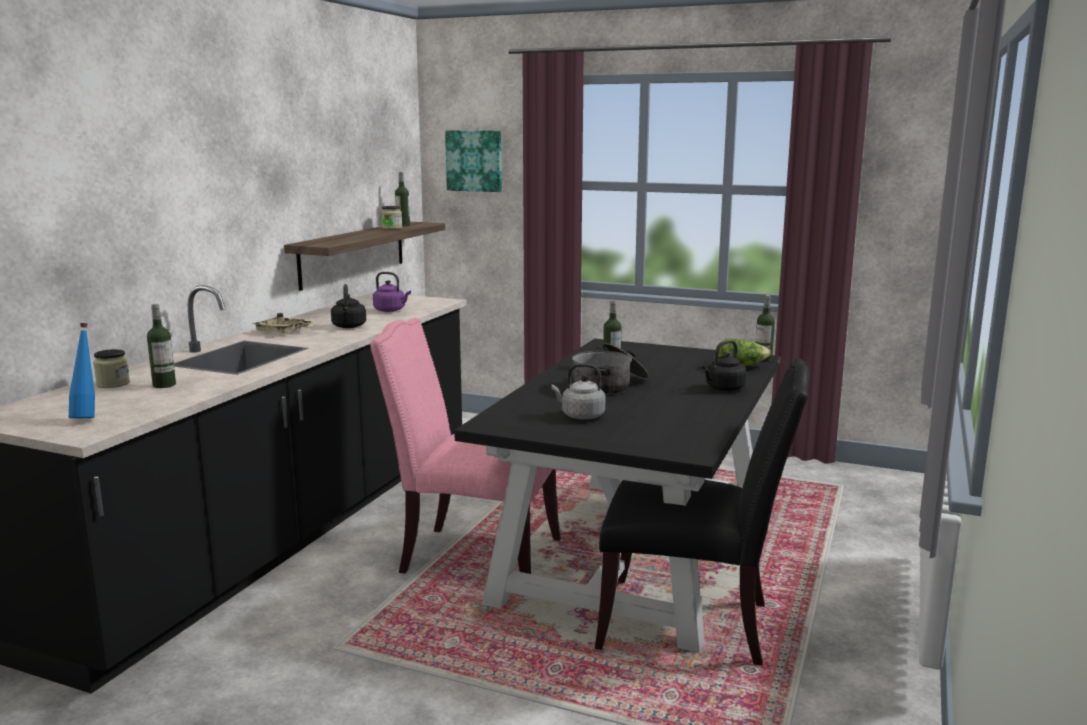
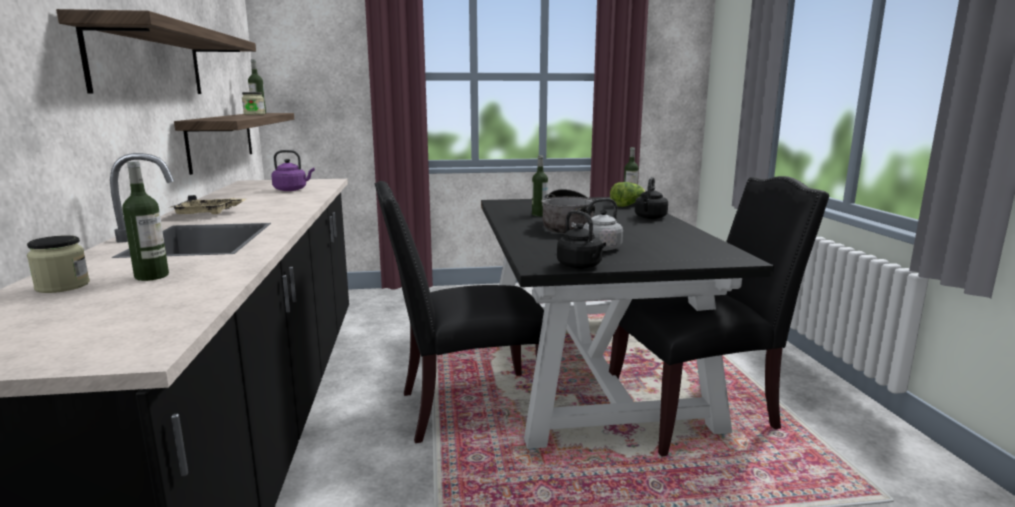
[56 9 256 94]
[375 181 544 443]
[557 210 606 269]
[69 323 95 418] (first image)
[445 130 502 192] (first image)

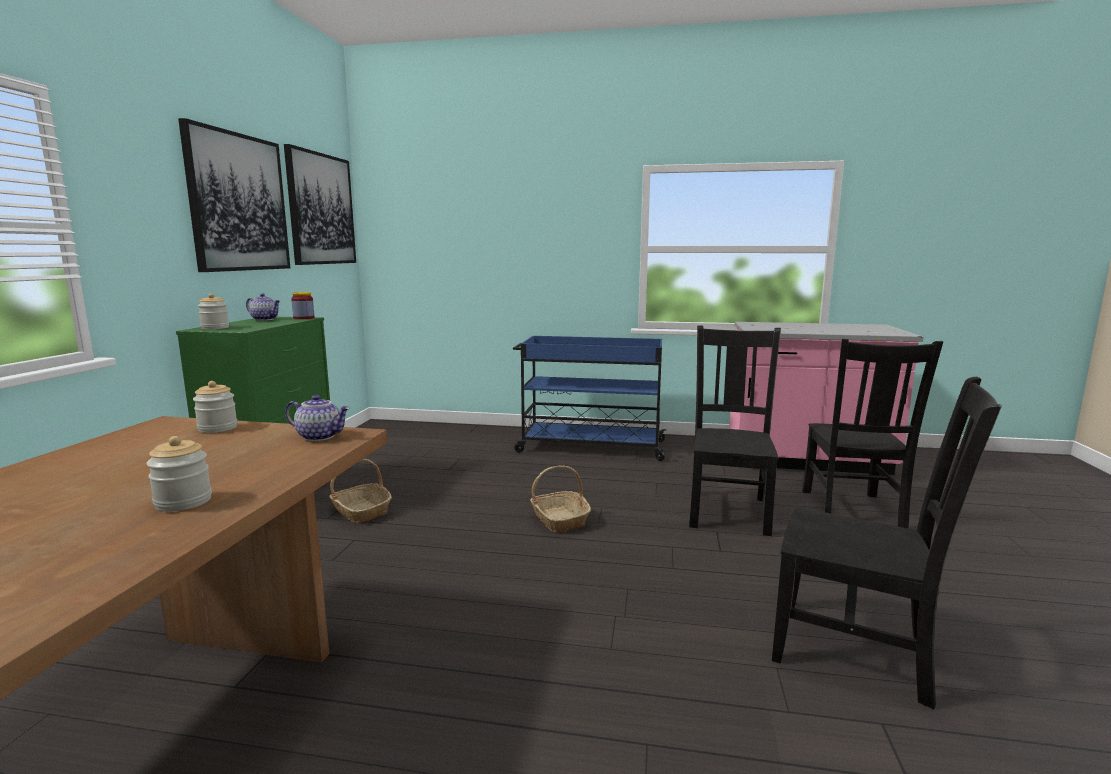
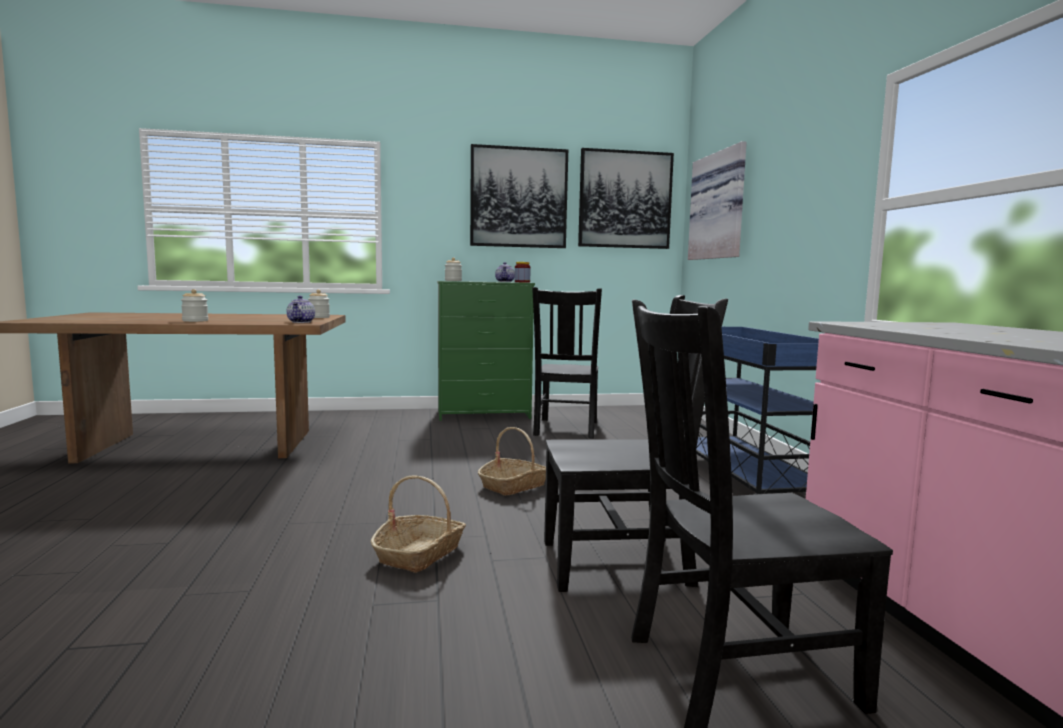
[370 475 466 573]
[532 287 602 439]
[688 141 747 260]

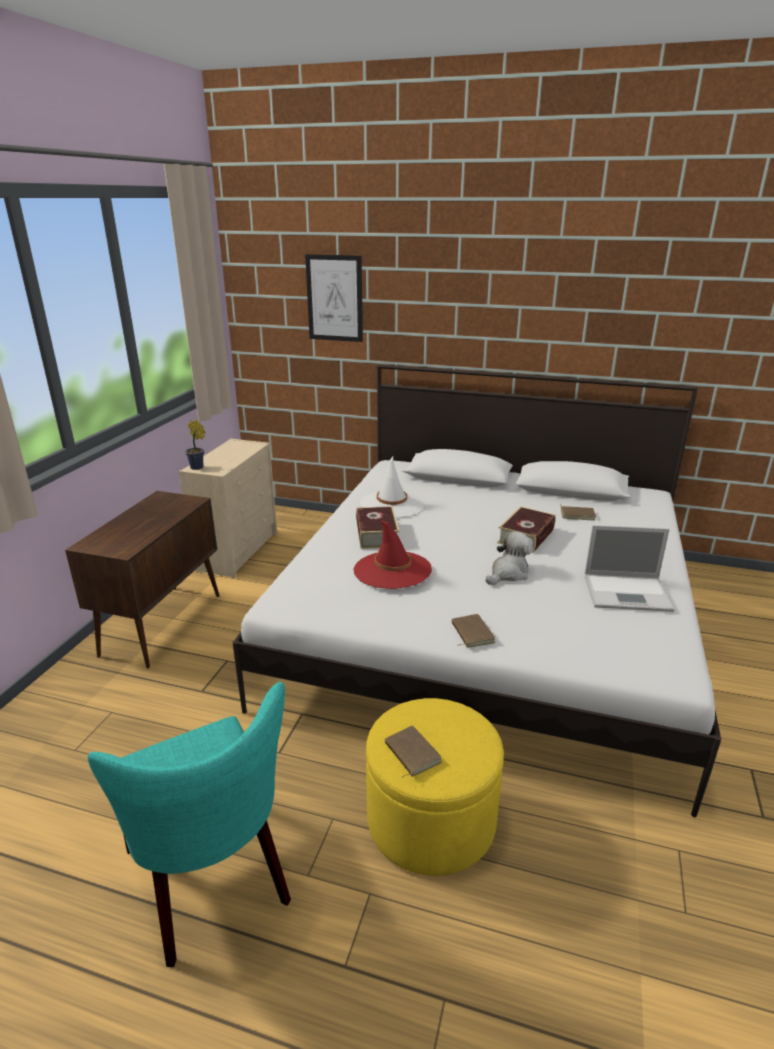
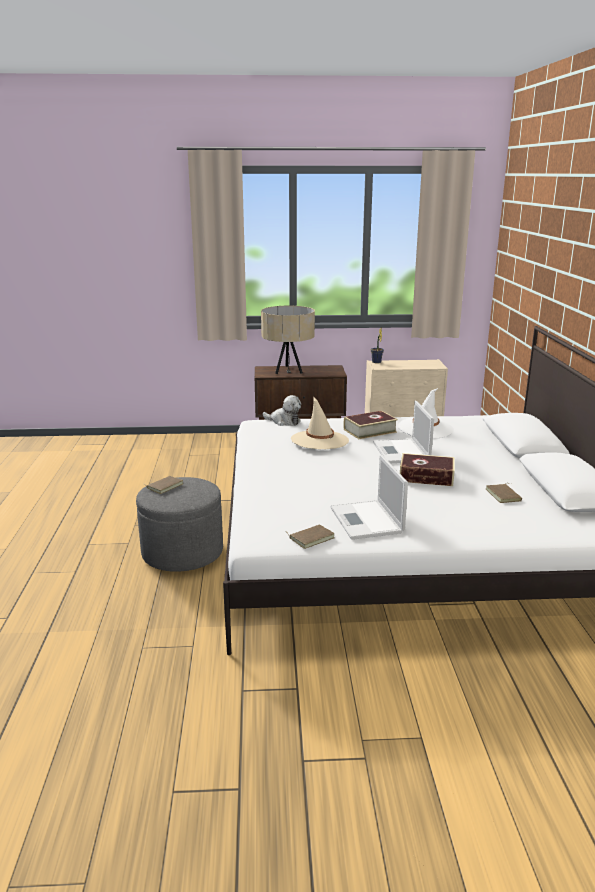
[136 477 223 572]
[261 306 315 374]
[263 395 301 426]
[287 524 335 549]
[291 396 349 449]
[373 401 434 463]
[88 682 291 967] (first image)
[305 254 363 342] (first image)

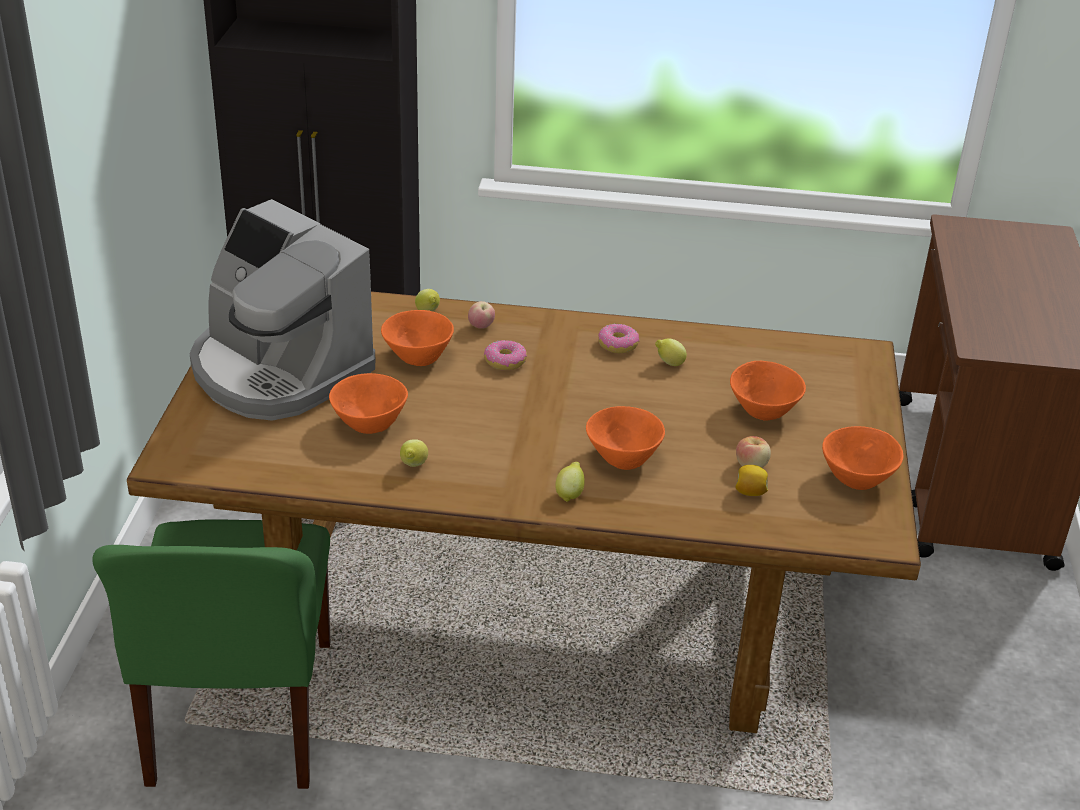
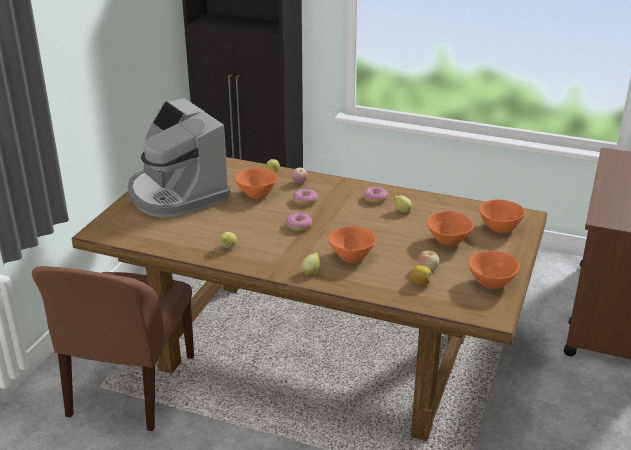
[32 266 194 431]
[286 213 313 231]
[479 200 526 233]

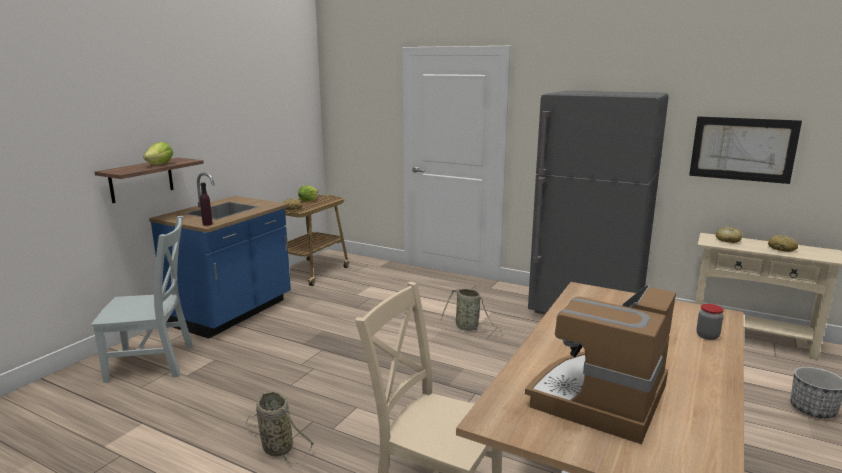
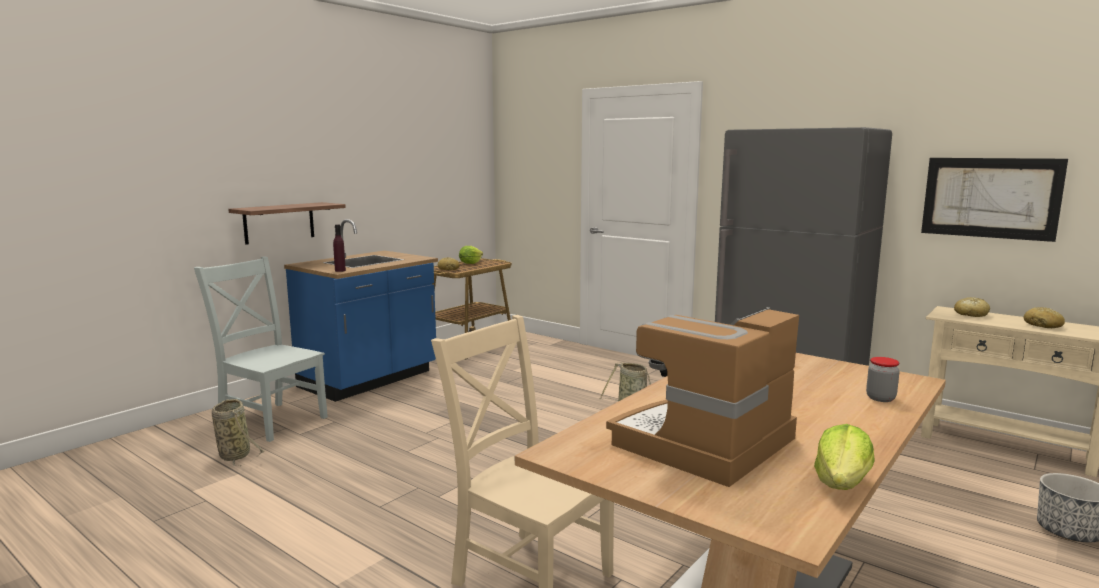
[194 256 328 442]
[212 399 264 466]
[814 424 875 490]

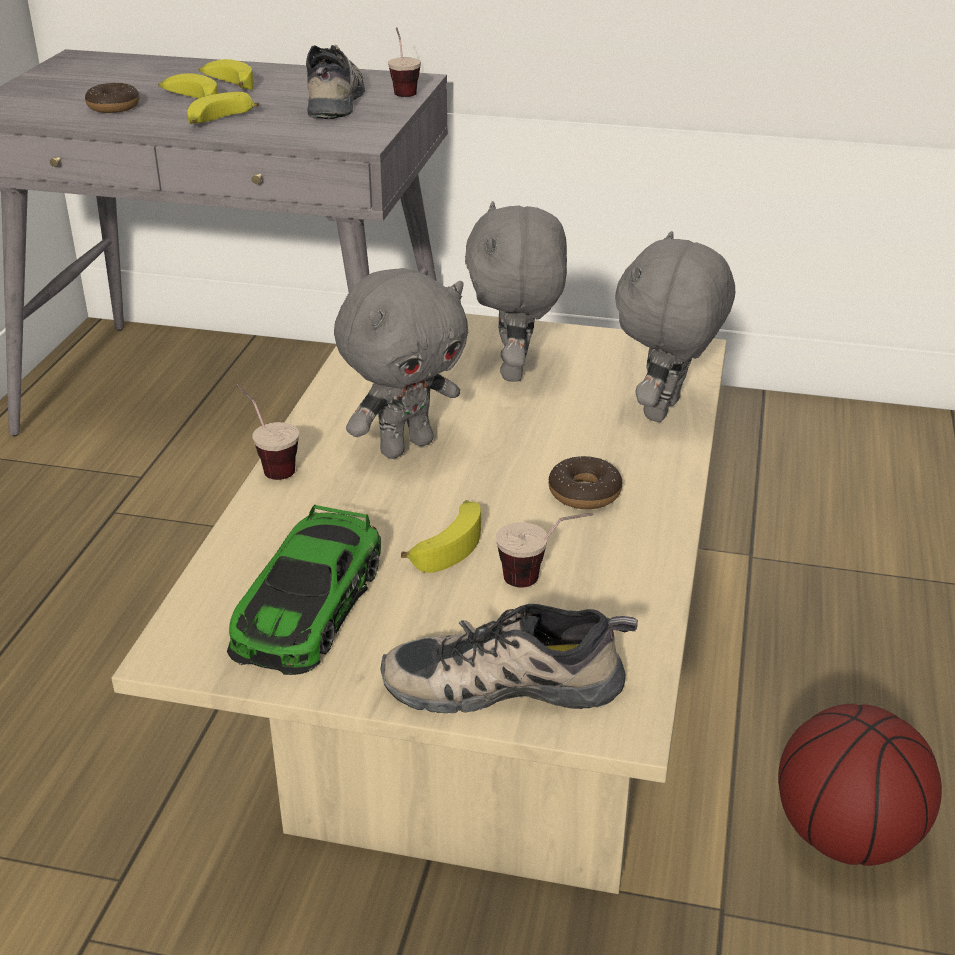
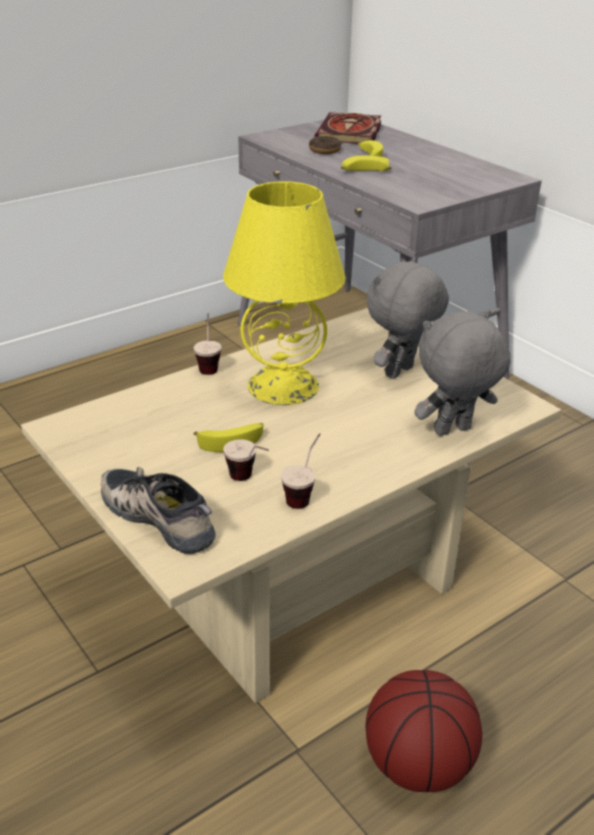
[223 182 346 405]
[281 433 321 509]
[314 112 381 144]
[199 59 254 90] (first image)
[227 505 381 675] (first image)
[306 45 365 119] (first image)
[549 456 622 509] (first image)

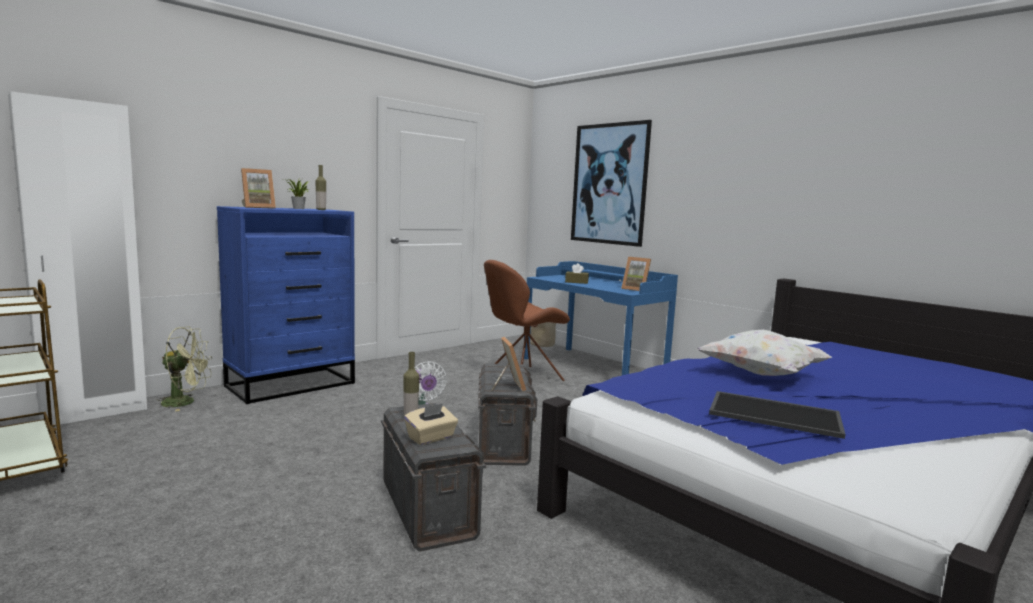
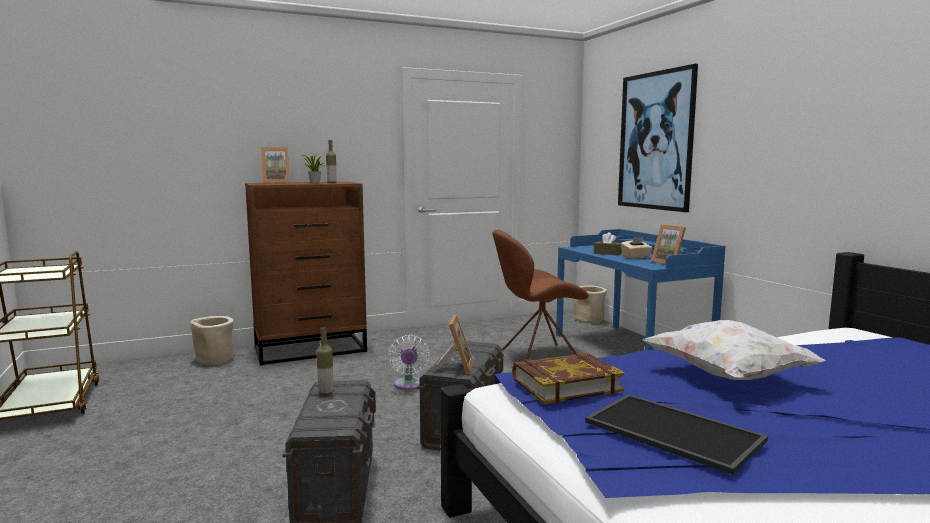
[190 316 235 365]
[245 182 367 365]
[512 353 625 404]
[621 237 652 259]
[8 91 147 425] (first image)

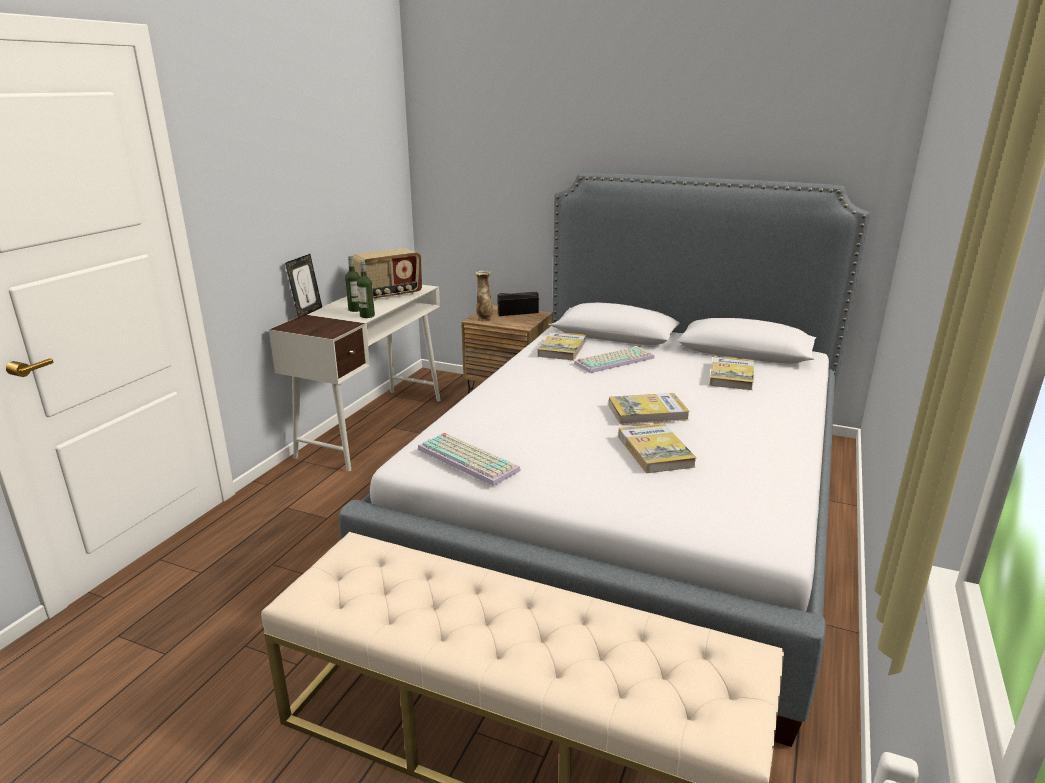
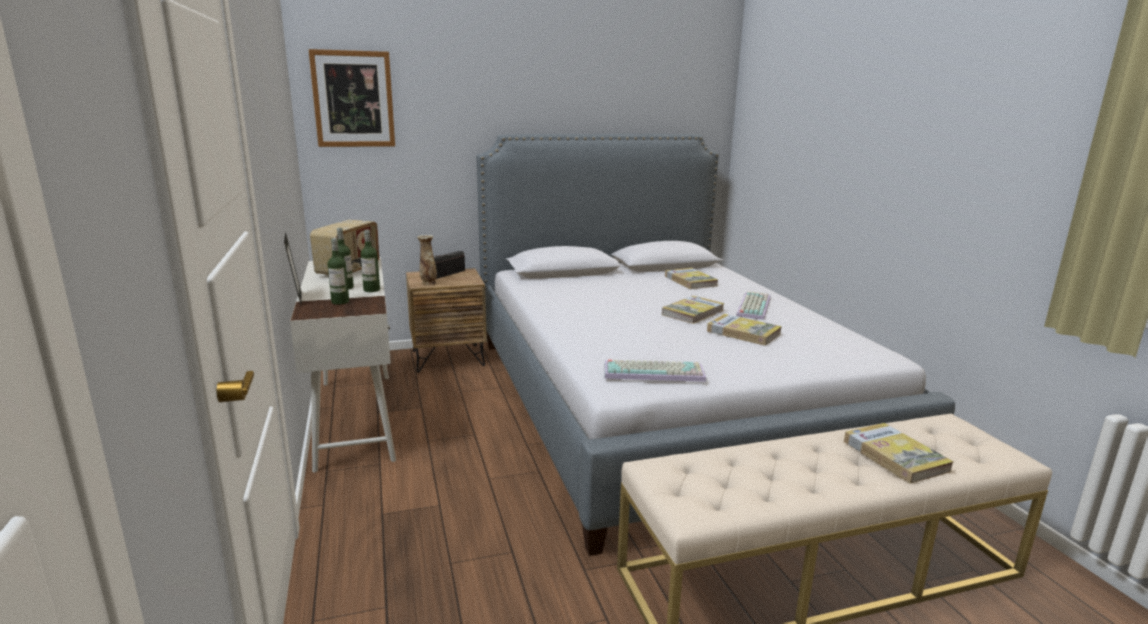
[308 49 395 147]
[327 238 349 305]
[736 291 771 320]
[844 423 954 484]

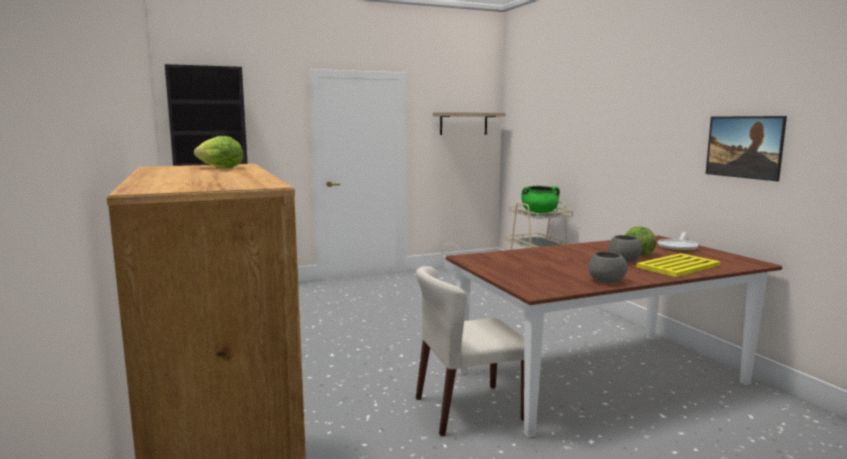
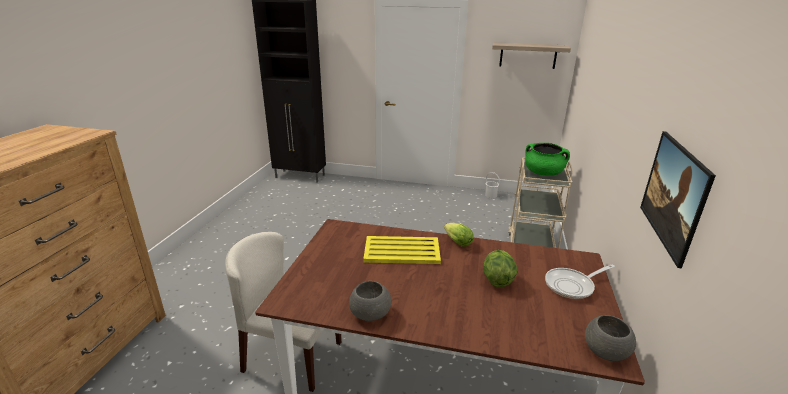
[363 236 441 264]
[444 223 474 247]
[585 315 636 361]

